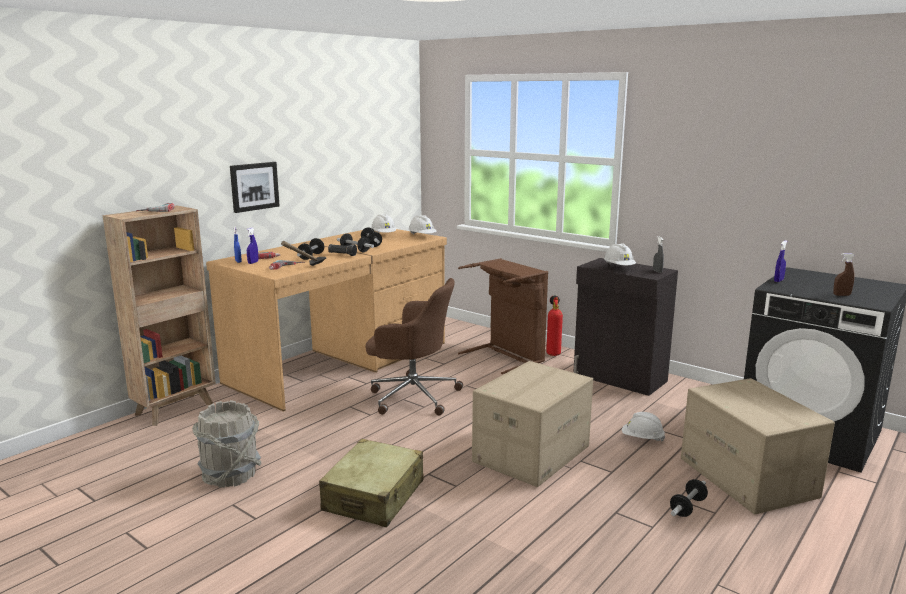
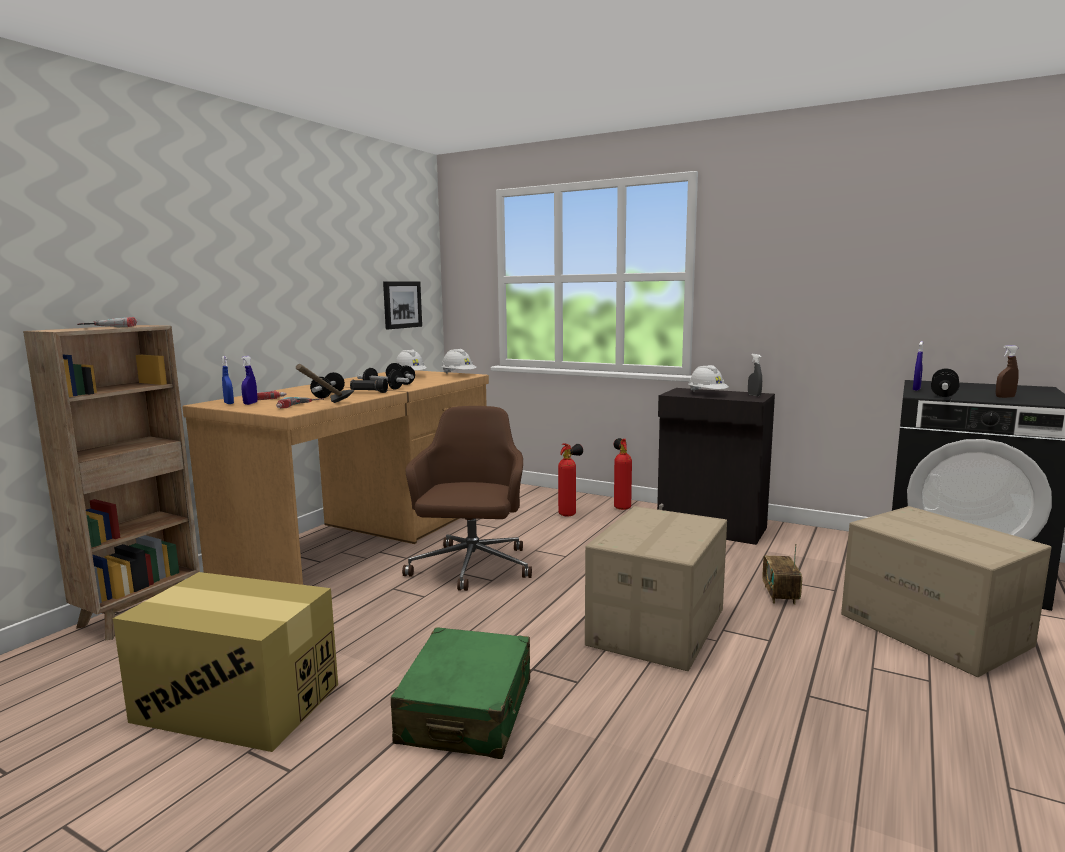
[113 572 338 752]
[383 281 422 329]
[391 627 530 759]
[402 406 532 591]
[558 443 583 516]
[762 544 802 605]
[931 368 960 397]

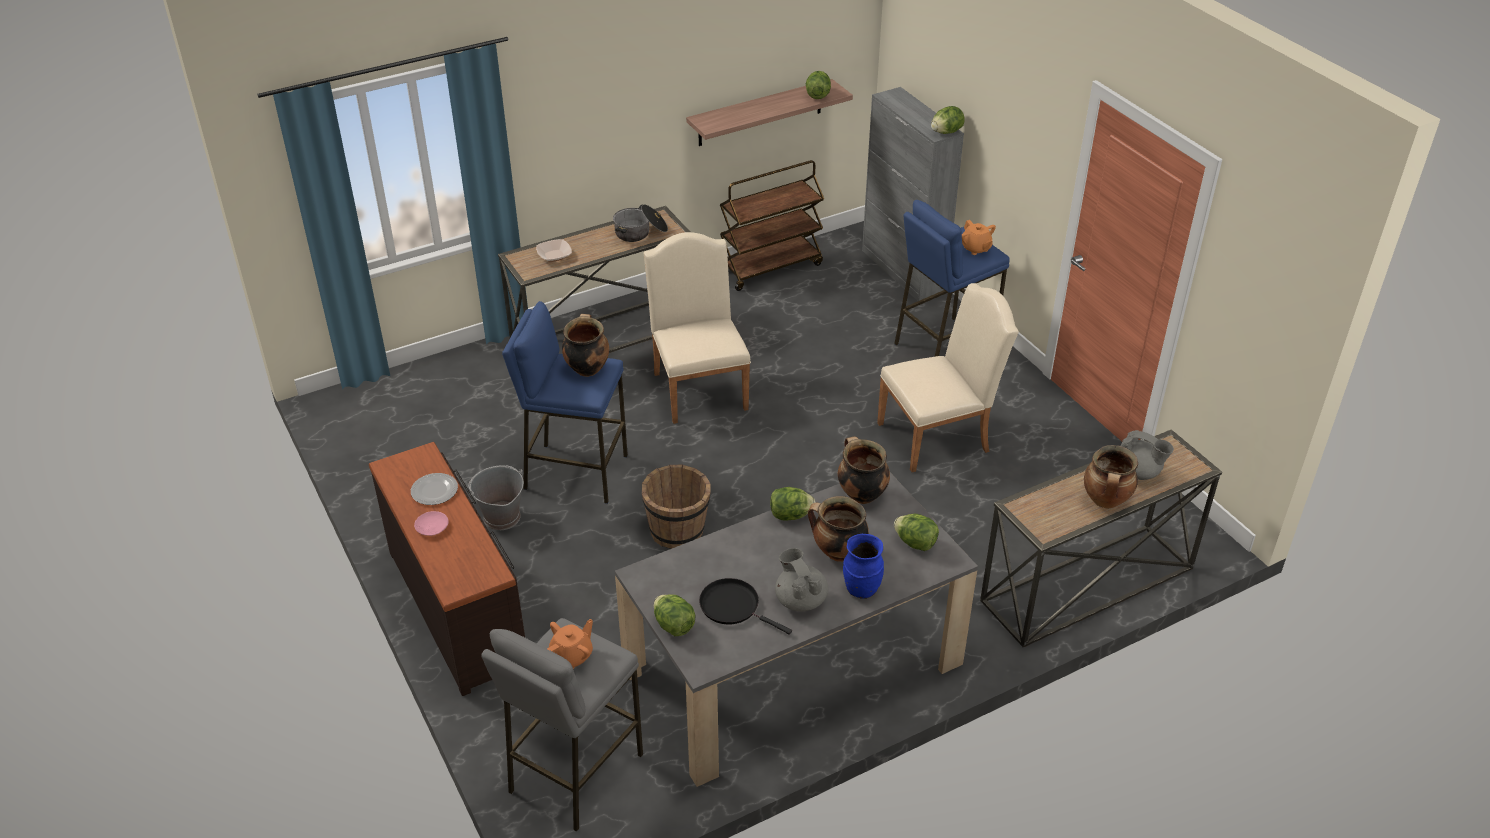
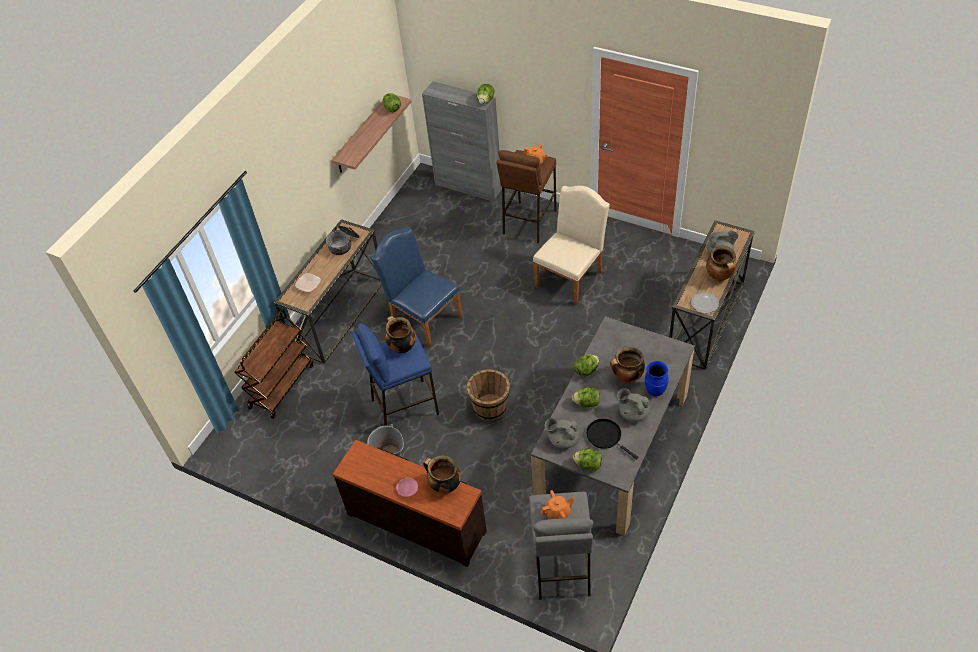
[234 309 313 419]
[371 227 462 347]
[423 455 461 494]
[496 150 557 243]
[541 490 575 519]
[545 418 579 449]
[572 387 600 408]
[586 419 639 460]
[691 292 719 313]

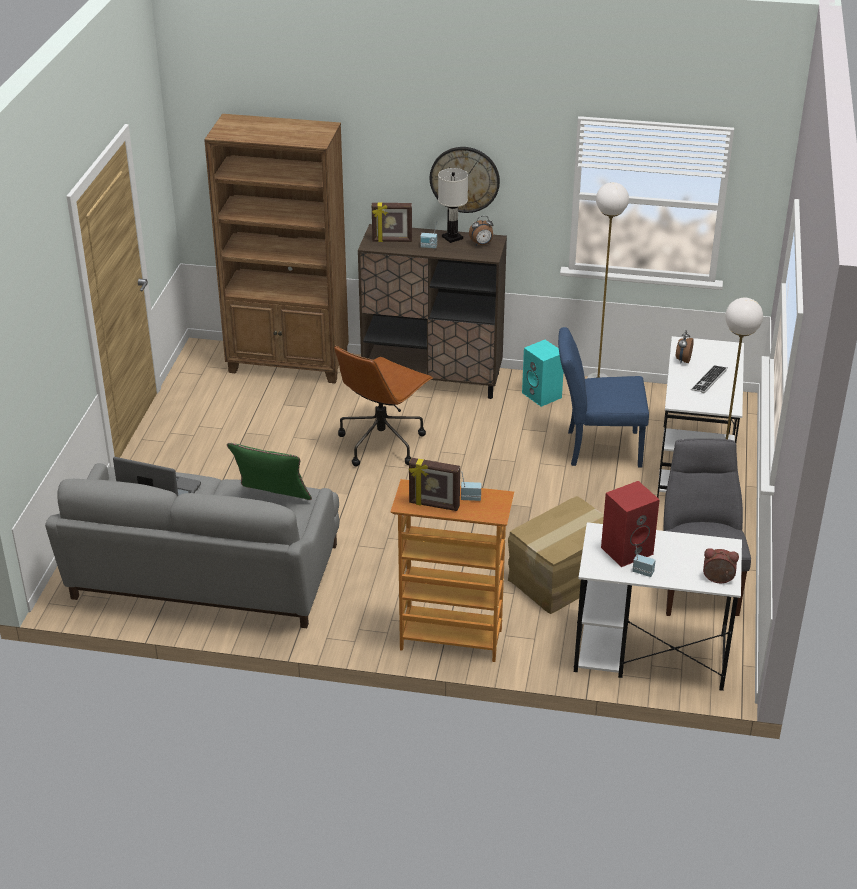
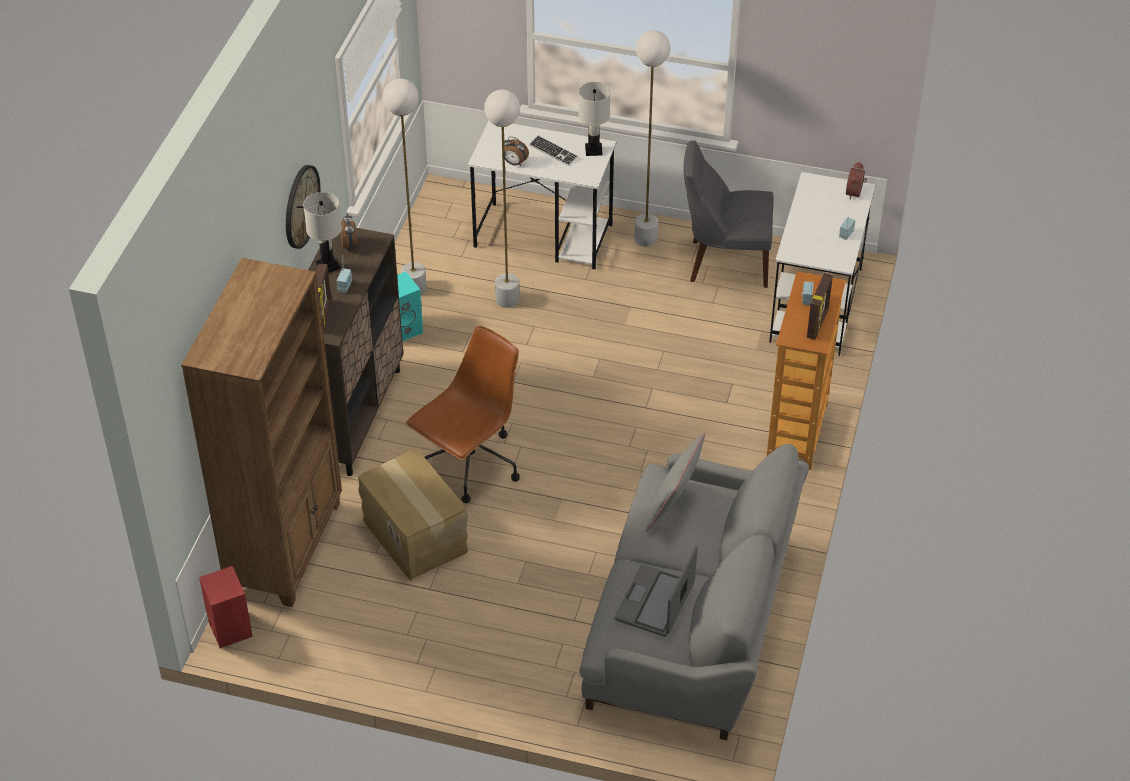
[199 566 253 648]
[358 449 468 580]
[406 326 520 503]
[484 90 520 308]
[578 82 611 156]
[646 432 705 531]

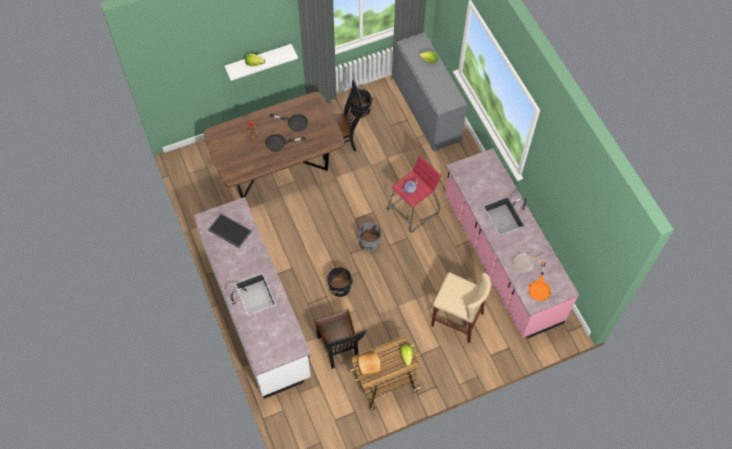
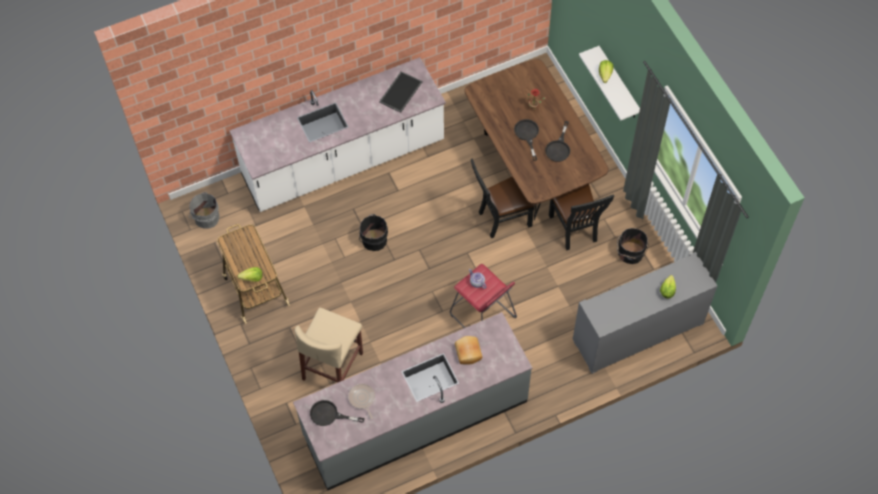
[189 192 220 229]
[293 312 532 490]
[310 400 364 426]
[455 336 482 365]
[471 158 536 238]

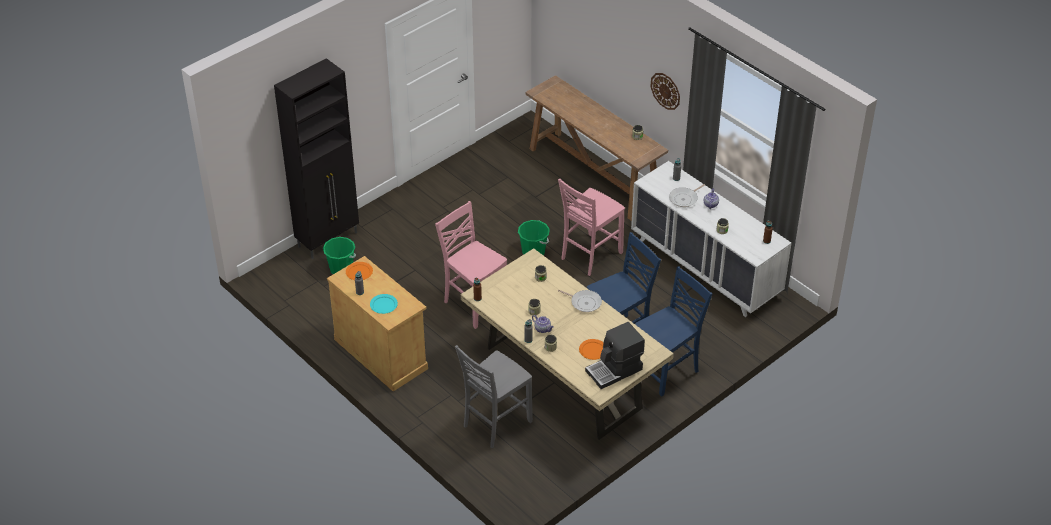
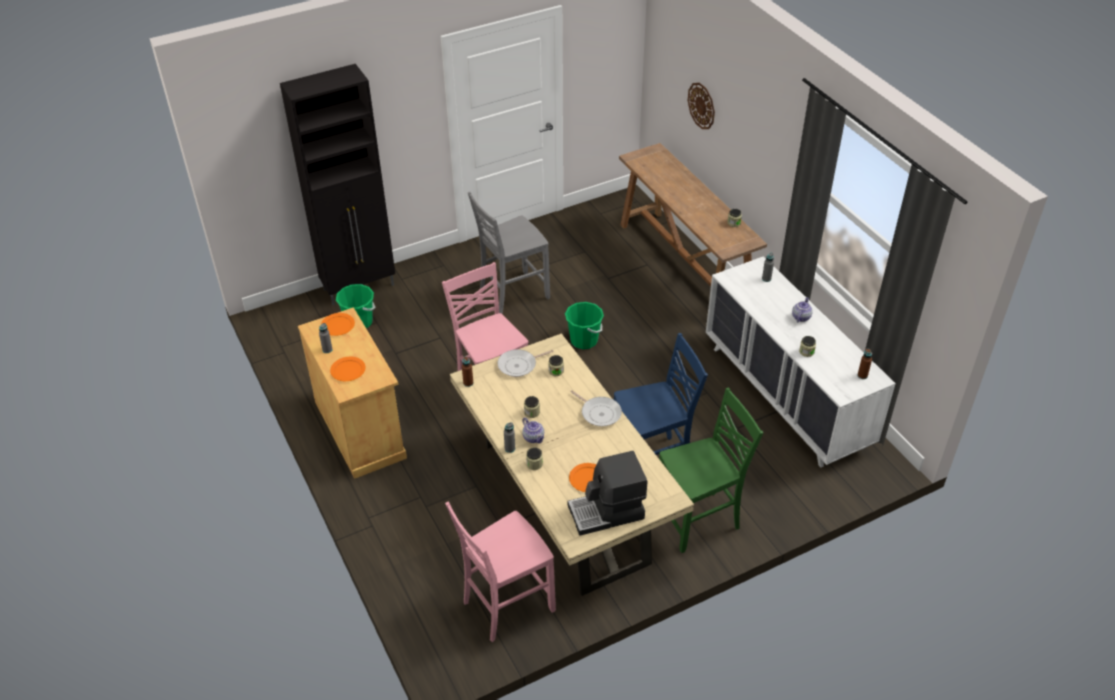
[330 357 366 381]
[445 502 556 642]
[468 192 550 314]
[497 349 554 377]
[659 388 763 553]
[688 83 715 129]

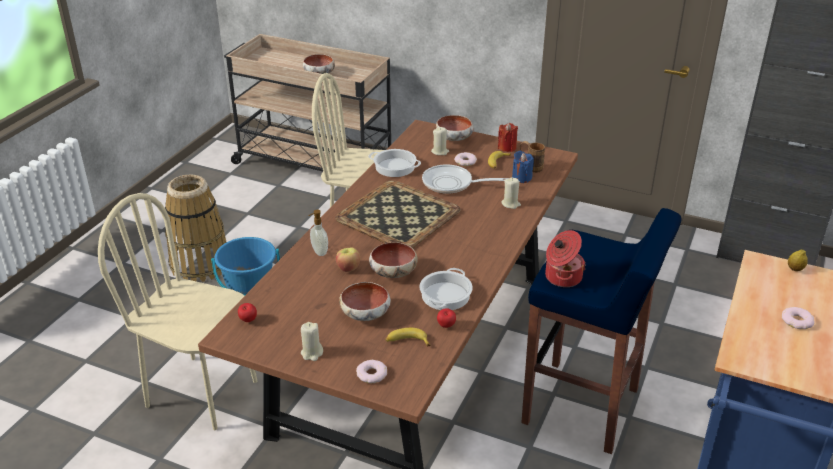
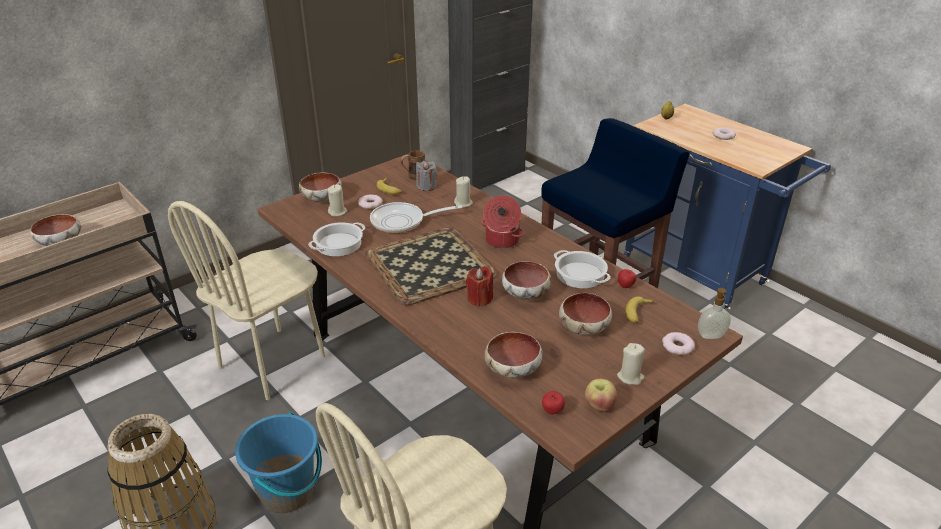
[370 202 462 233]
[416 161 437 191]
[465 266 493 307]
[481 195 525 248]
[484 332 543 378]
[585 379 617 412]
[698 288 731 339]

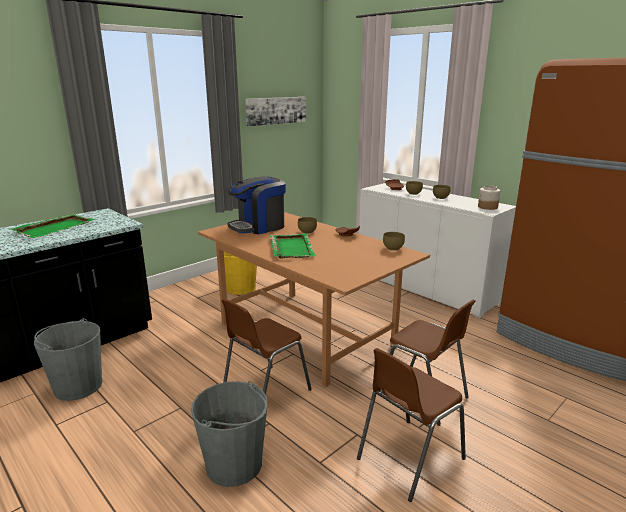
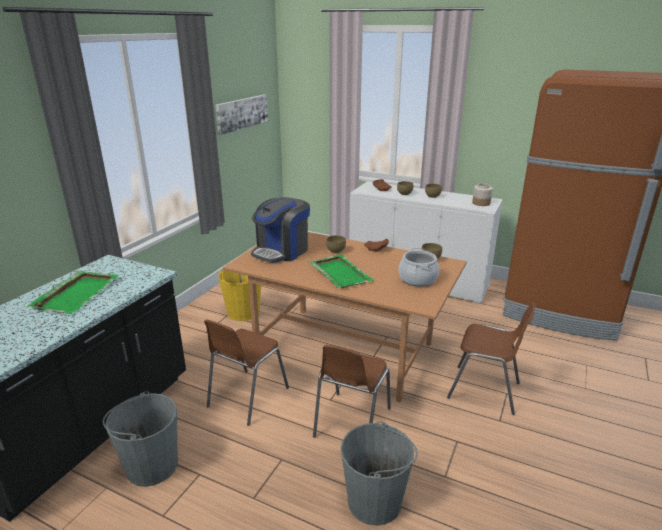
[204 319 289 426]
[399 247 439 287]

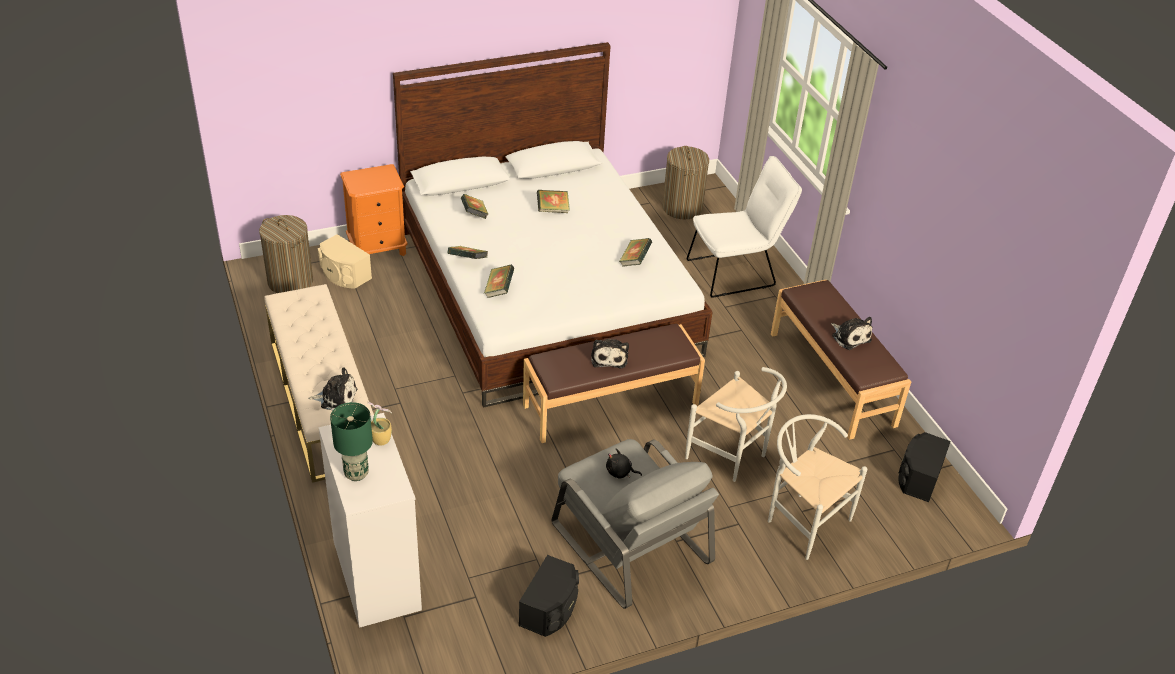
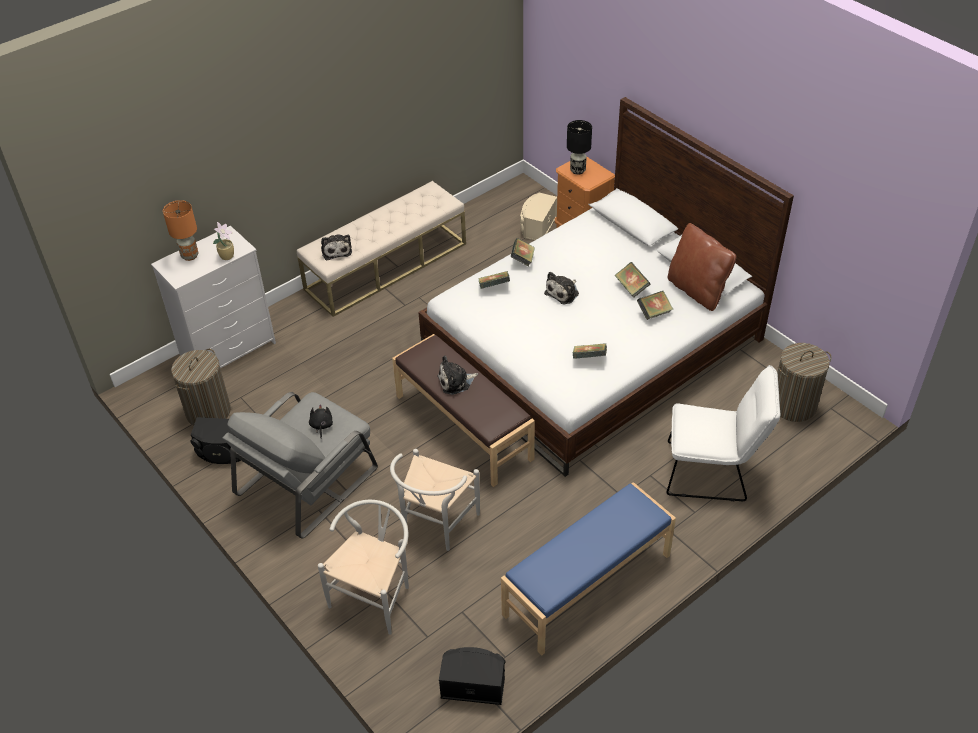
[163 200 198 261]
[171 349 231 426]
[501 482 676 656]
[544 272 579 304]
[567 120 592 175]
[637 291 673 320]
[666 365 780 501]
[668 223 736 311]

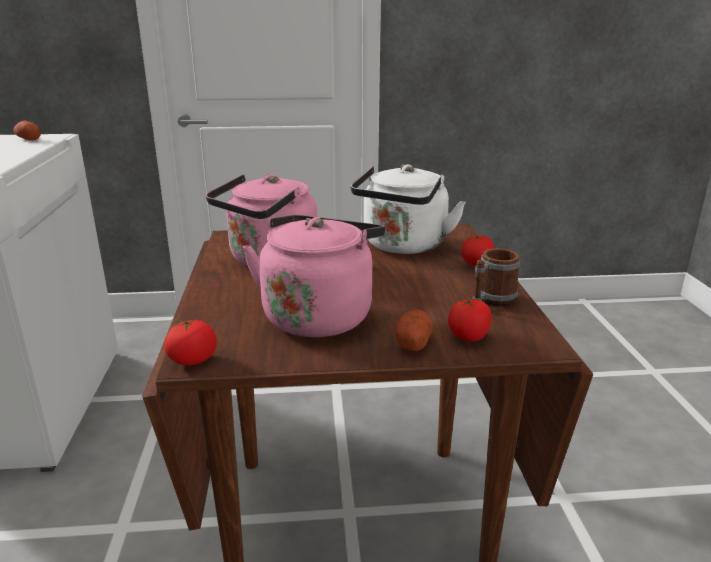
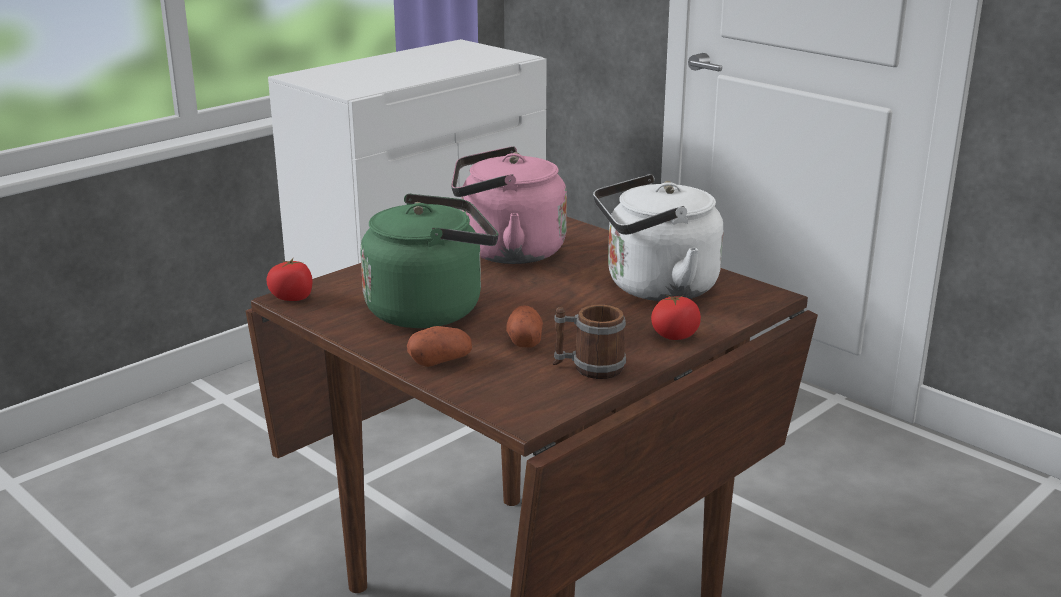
[360 194 498 328]
[506 305 543 348]
[448 298 492 341] (first image)

